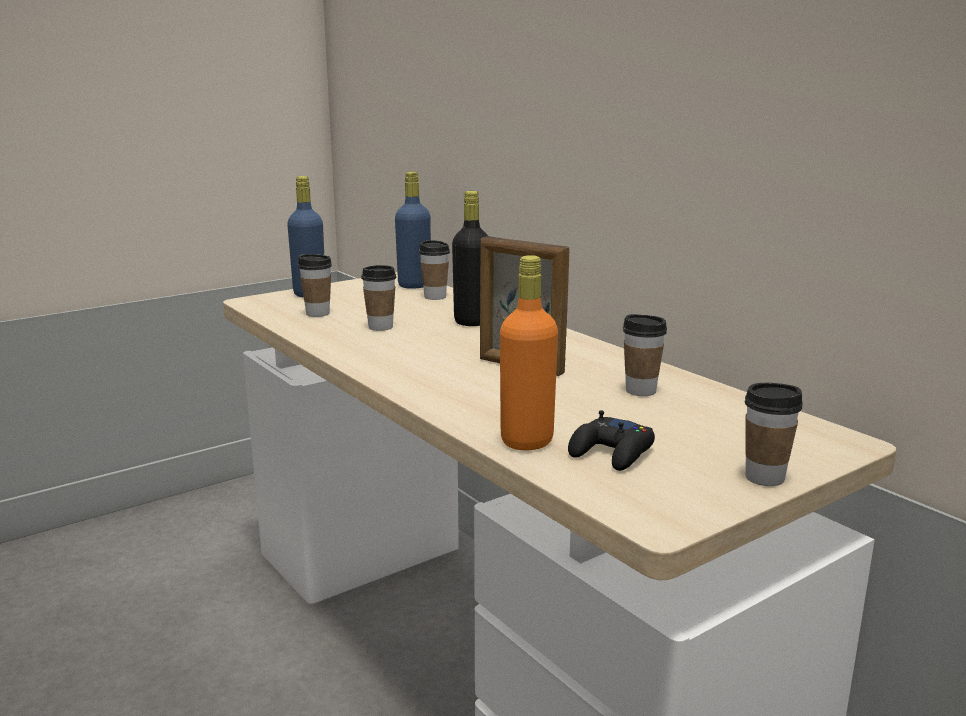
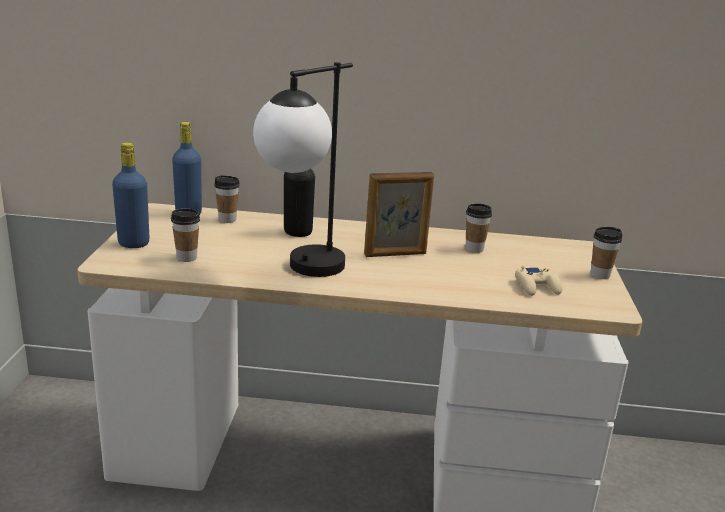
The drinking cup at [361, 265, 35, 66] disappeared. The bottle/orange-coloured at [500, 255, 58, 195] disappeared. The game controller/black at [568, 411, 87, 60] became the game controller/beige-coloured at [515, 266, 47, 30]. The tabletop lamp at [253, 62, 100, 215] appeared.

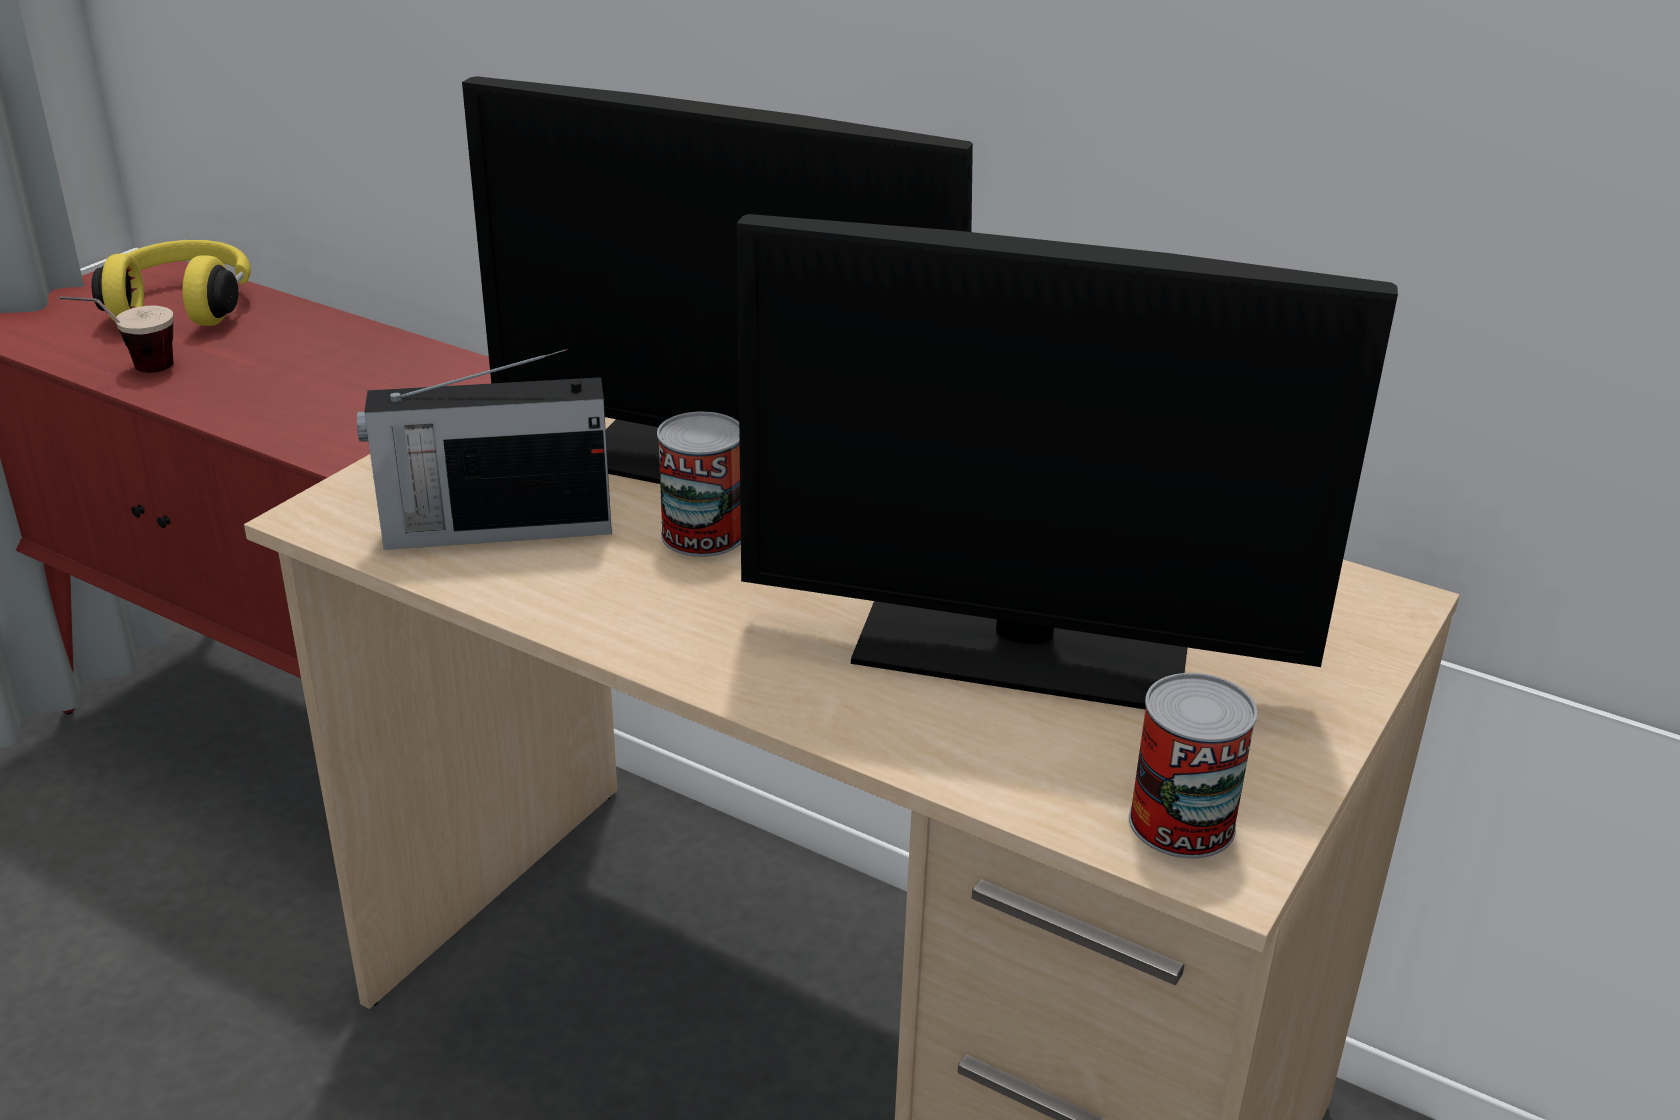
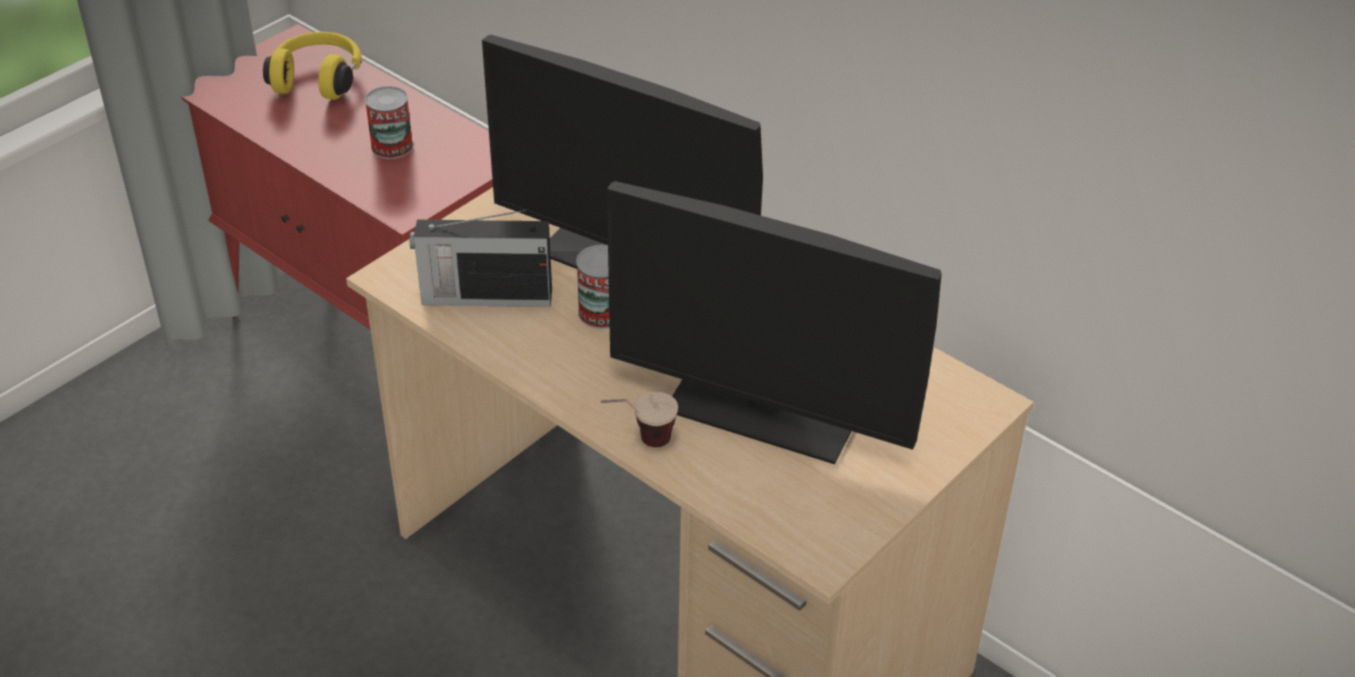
The drinking cup moved from [59, 296, 114, 77] to [600, 392, 78, 55]. The metal can moved from [1129, 673, 128, 185] to [365, 86, 48, 73].

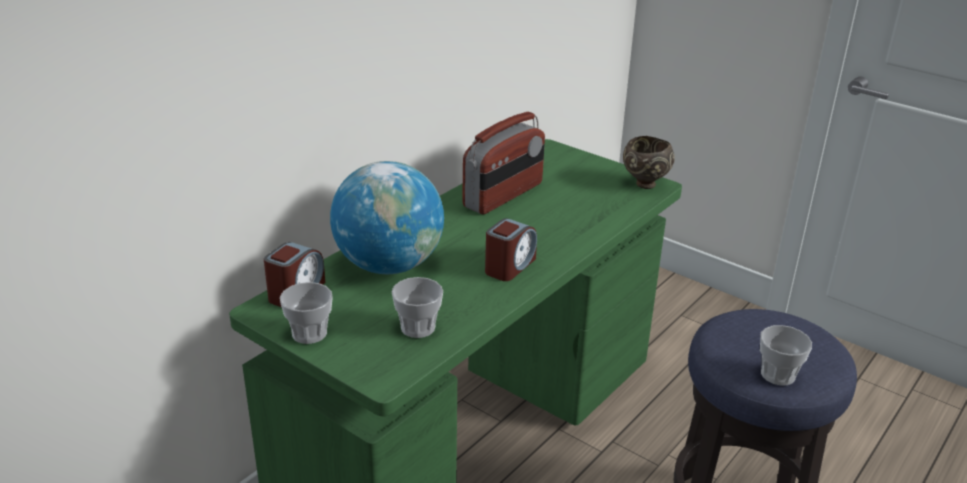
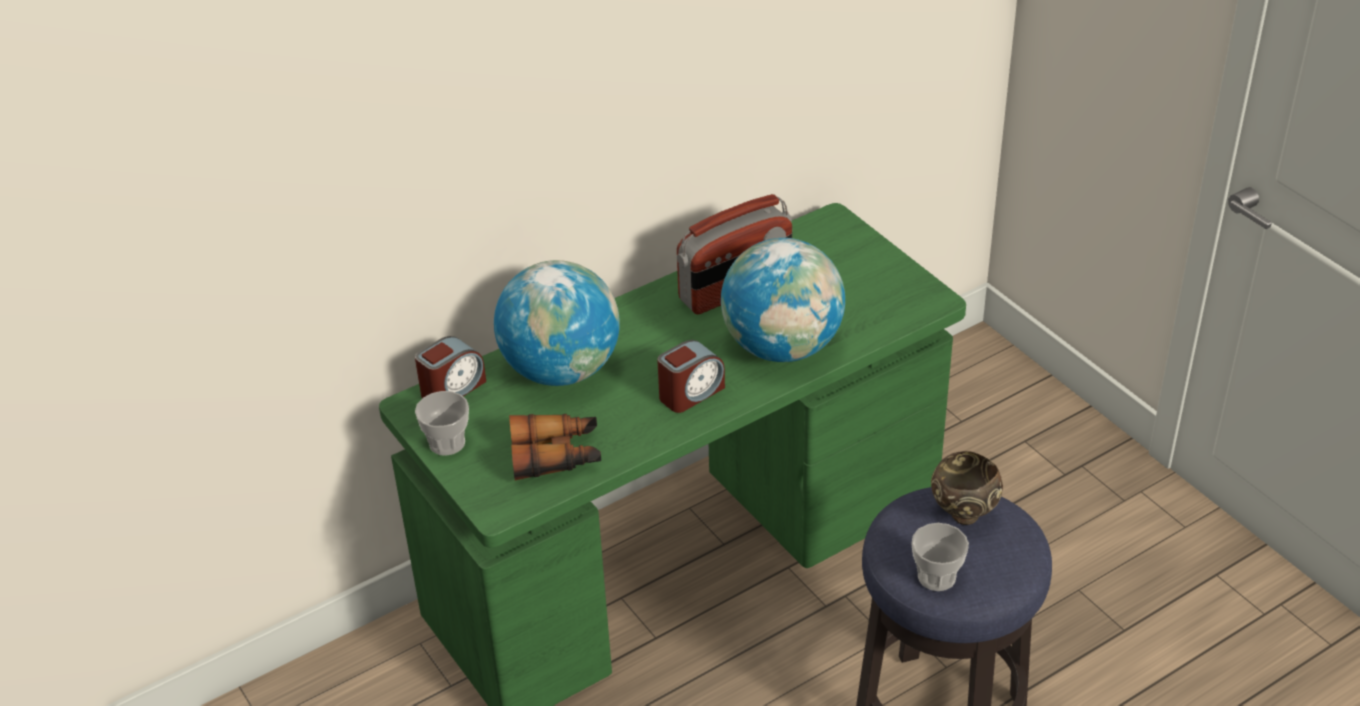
The drinking cup at [391, 277, 52, 61] was replaced by the pair of binoculars at [509, 414, 92, 66]. The serving bowl/brown moved from [623, 136, 52, 53] to [931, 451, 72, 74]. The world globe at [721, 238, 124, 124] appeared.

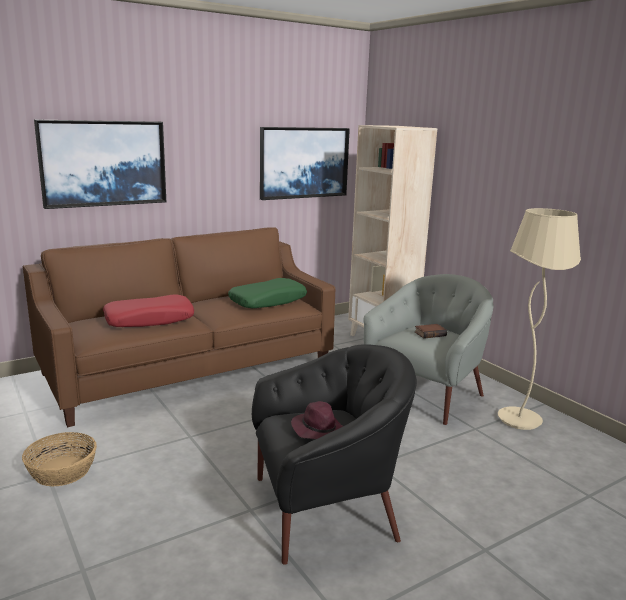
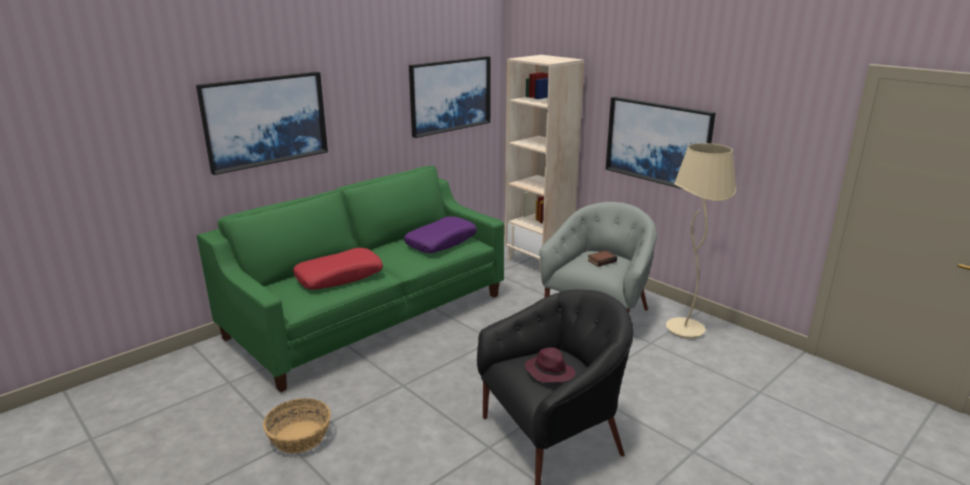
The sofa/brown at [23, 227, 312, 200] became the sofa/green at [197, 166, 307, 226]. The throw pillow/green at [228, 278, 79, 30] became the throw pillow/purple at [404, 216, 73, 37]. The picture at [606, 97, 110, 92] appeared.

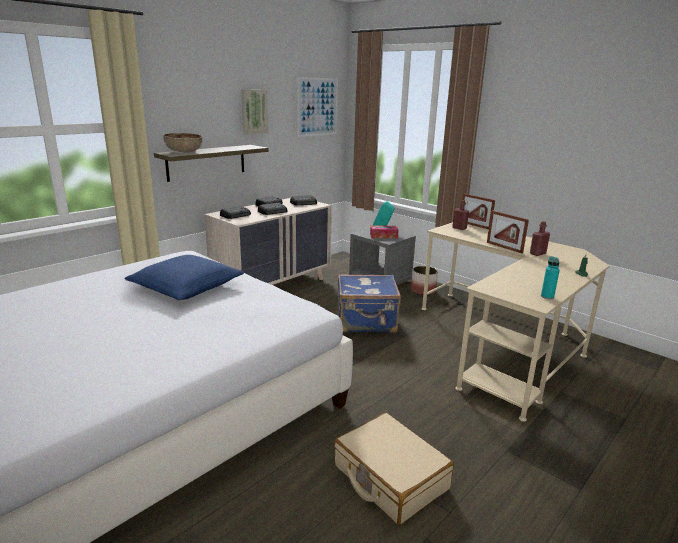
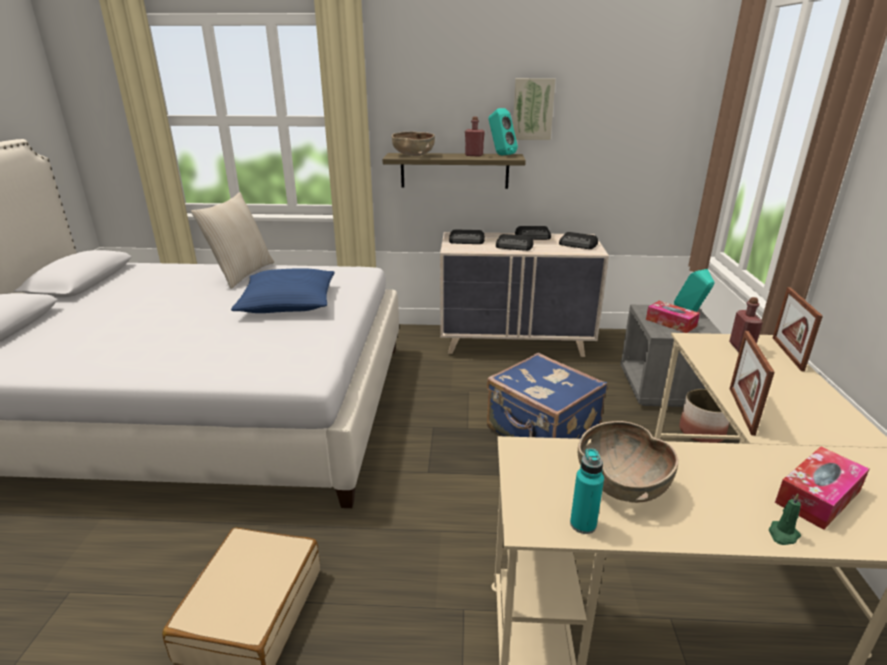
The picture at [297, 77, 41, 60] disappeared. The bottle/red-coloured moved from [530, 221, 20, 35] to [465, 117, 20, 40]. The throw pillow/beige-coloured at [191, 192, 83, 97] appeared. The audio speaker/turquoise at [489, 108, 29, 47] appeared. The serving bowl/brown at [578, 421, 100, 82] appeared. The tissue box at [775, 447, 94, 83] appeared.

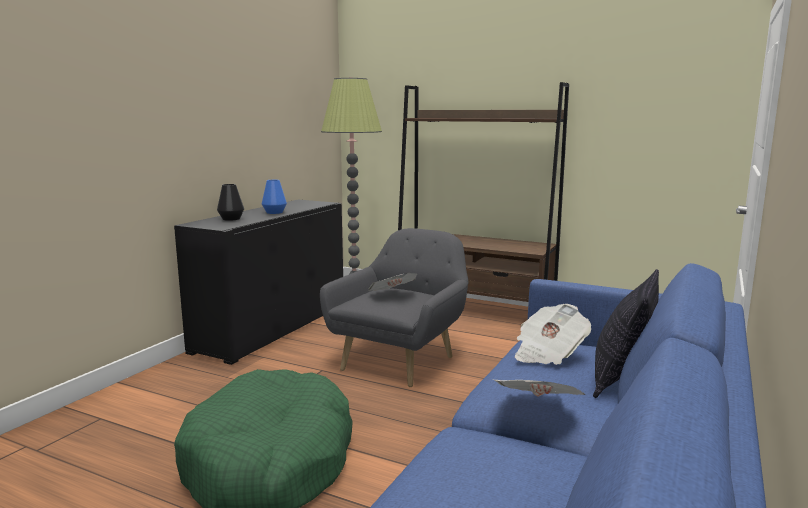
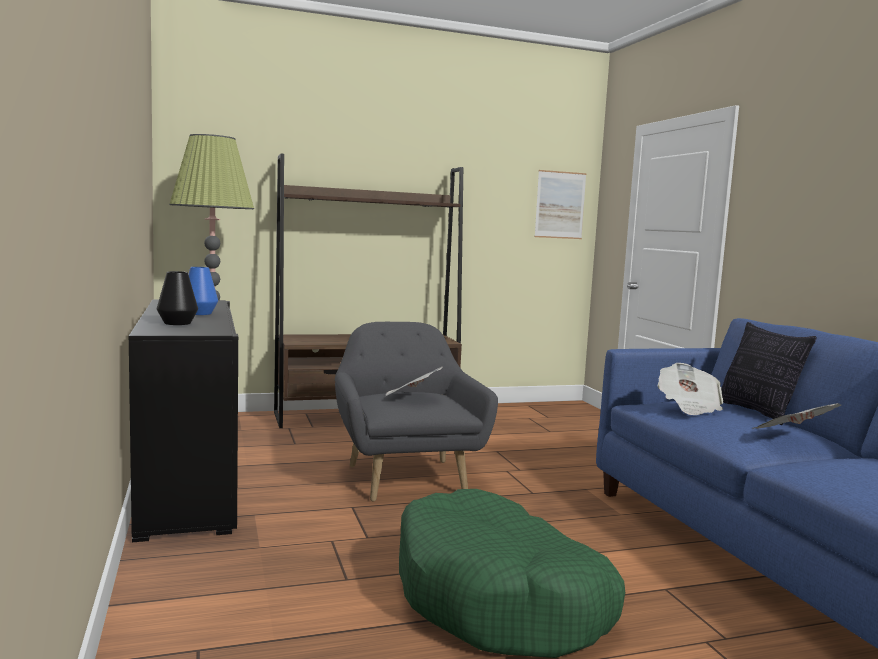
The picture at [534, 170, 53, 69] appeared.

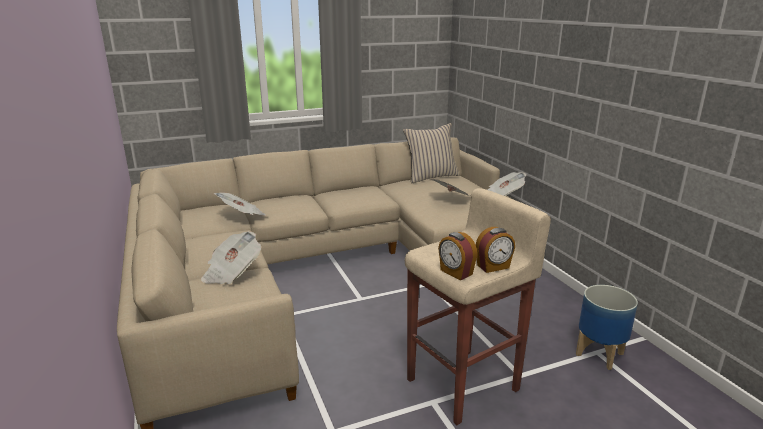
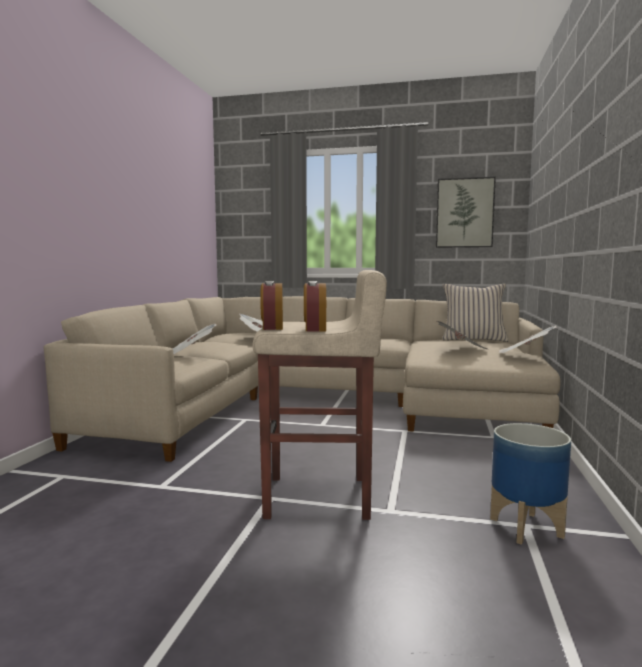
The bedside clock at [476, 227, 39, 46] turned 75 degrees clockwise. The picture at [436, 177, 60, 71] appeared.

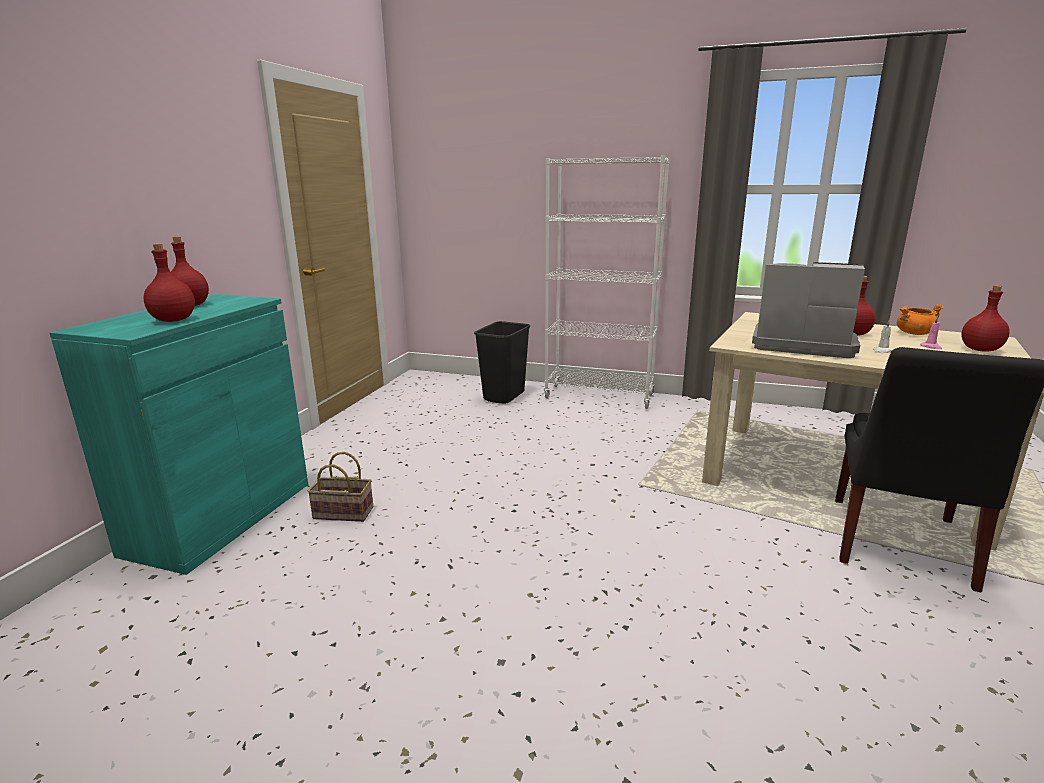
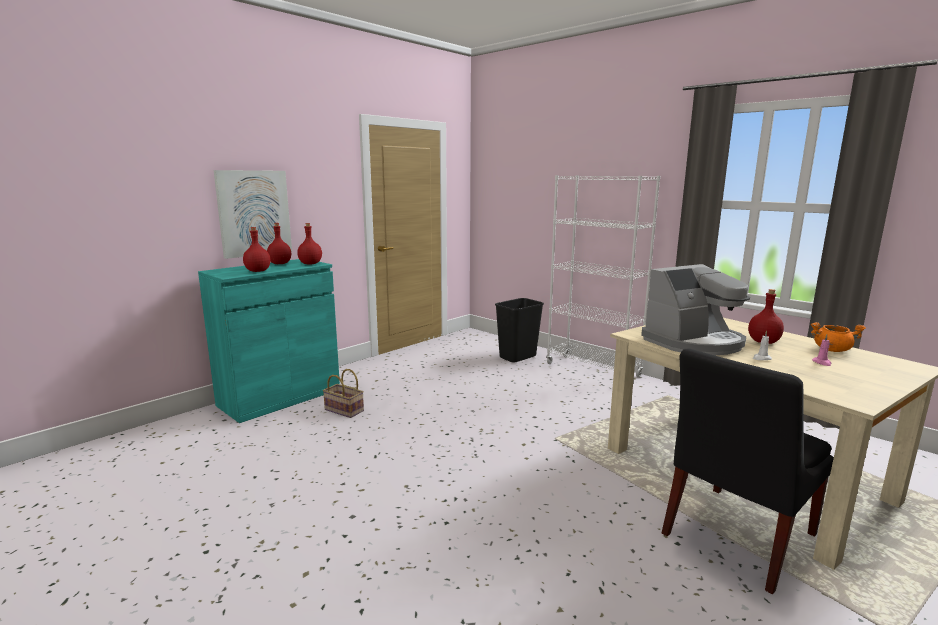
The coffee maker at [752, 262, 113, 96] turned 105 degrees clockwise. The bottle/red-coloured moved from [961, 285, 49, 67] to [297, 223, 25, 41]. The picture at [214, 170, 78, 89] appeared.

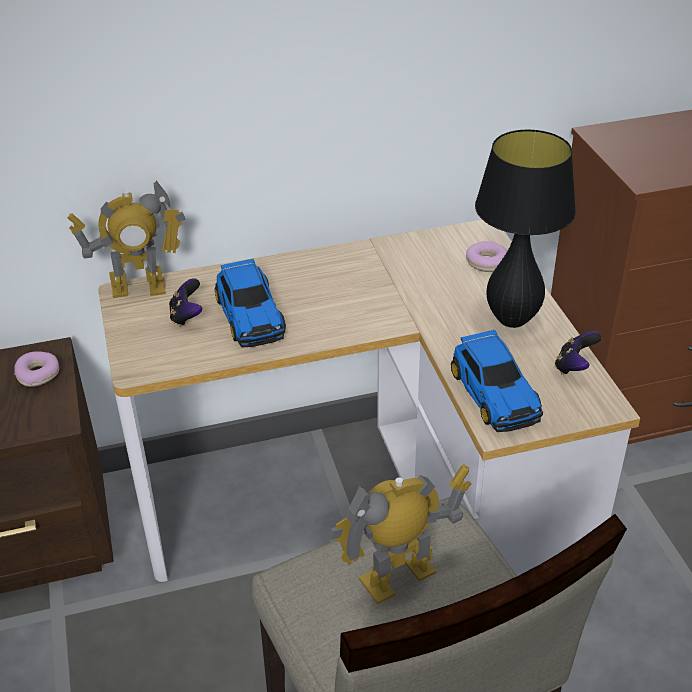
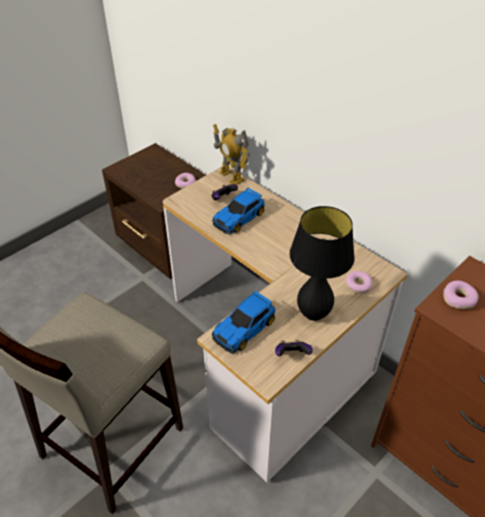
The model robot at [329, 464, 142, 140] disappeared. The ring doughnut at [443, 281, 35, 28] appeared.

